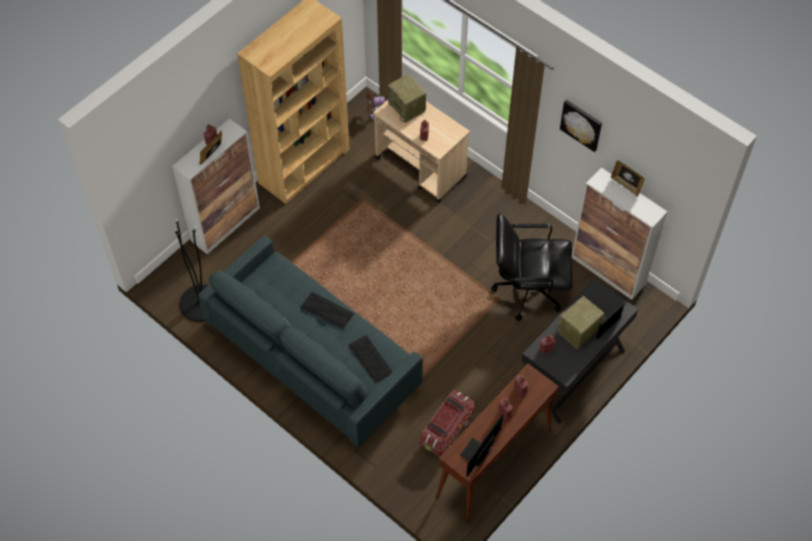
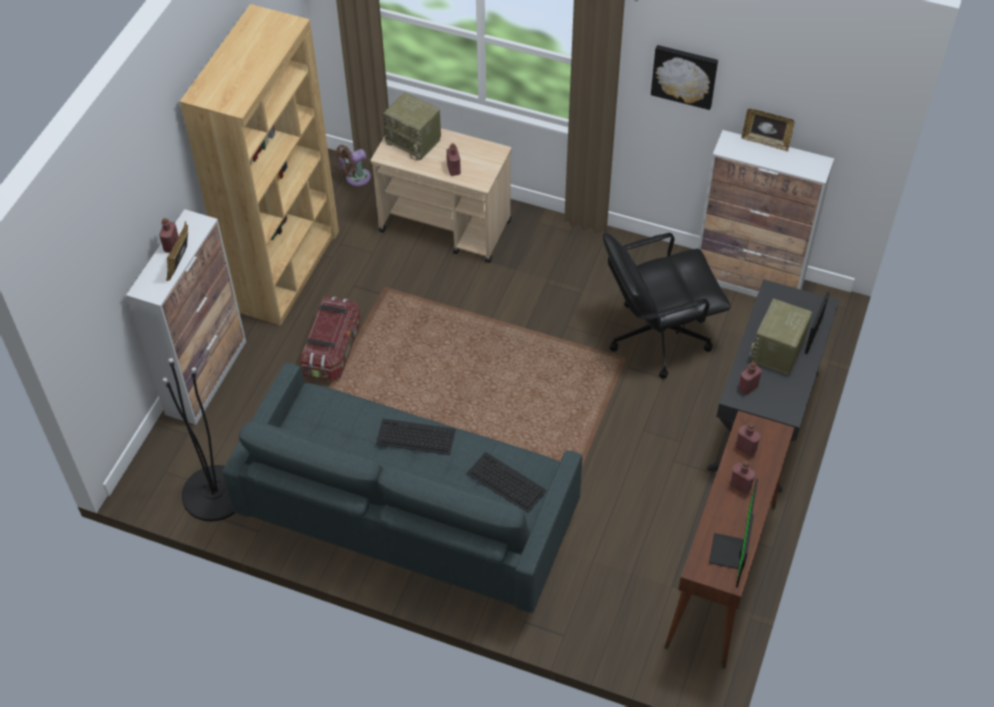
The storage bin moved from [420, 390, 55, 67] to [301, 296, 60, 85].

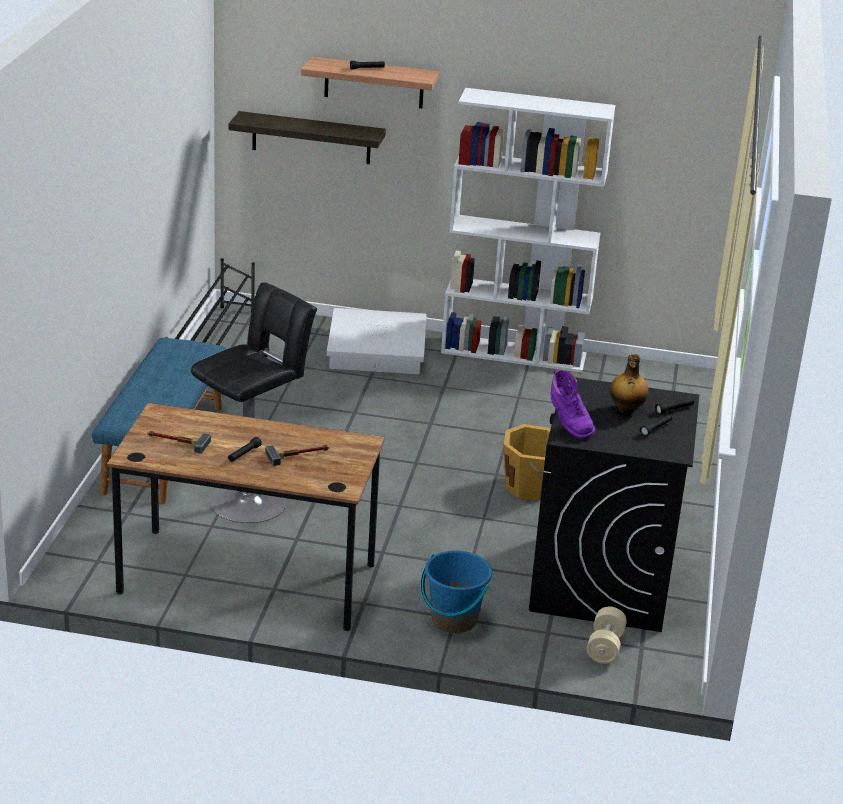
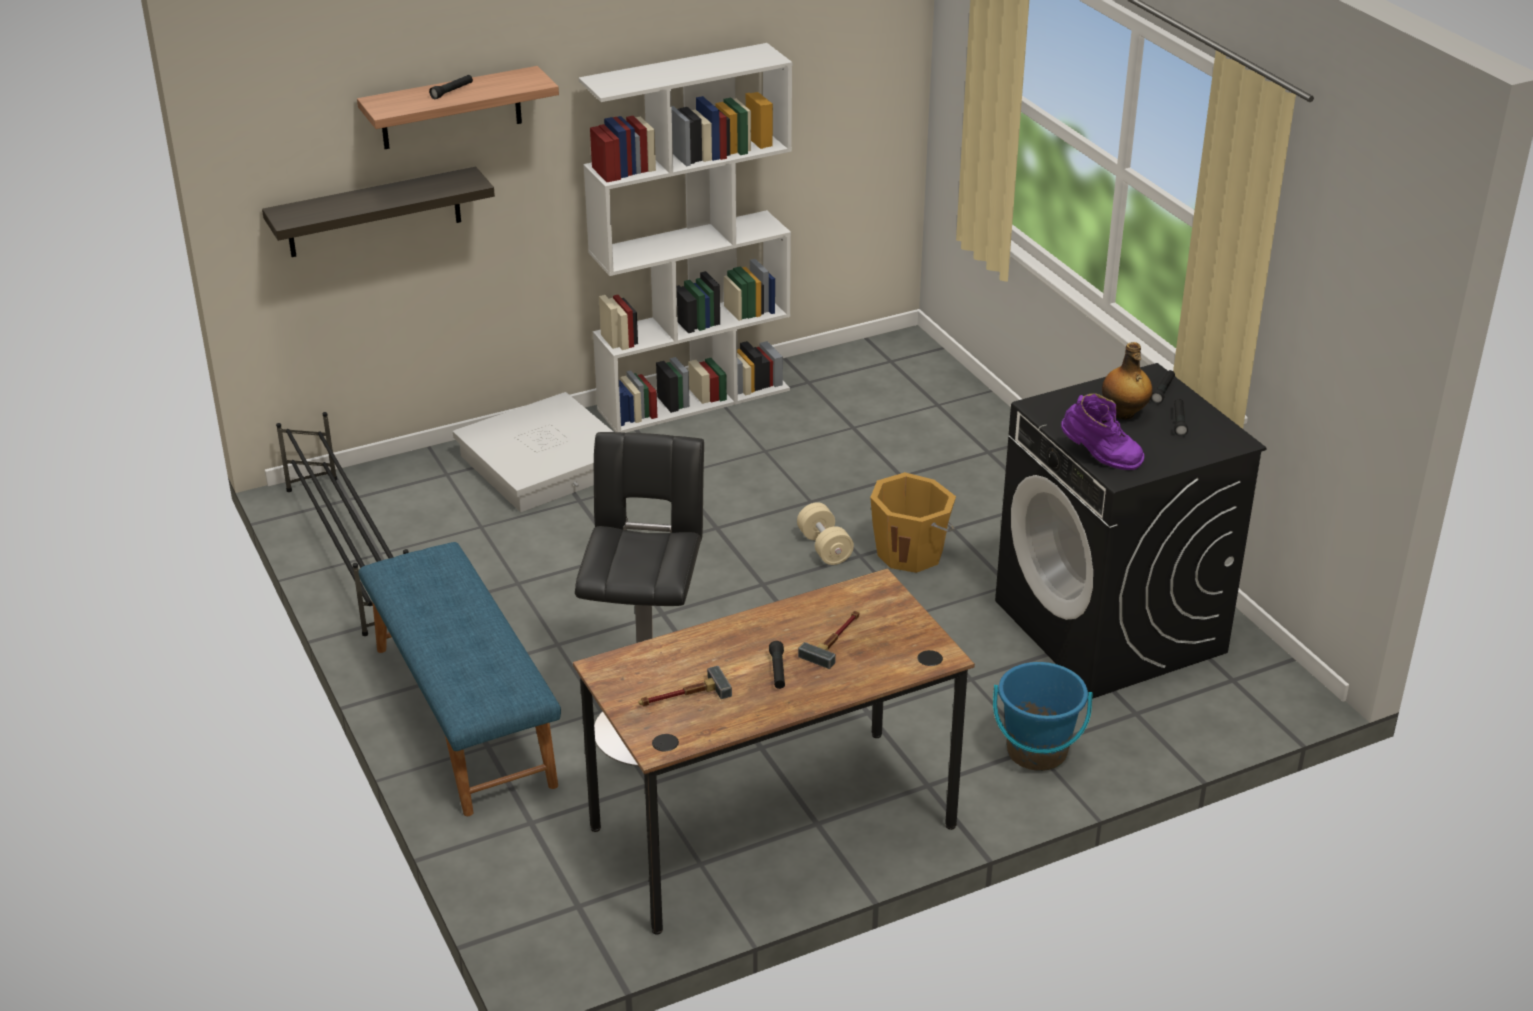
The dumbbell/beige-coloured moved from [587, 606, 40, 58] to [797, 502, 57, 63].

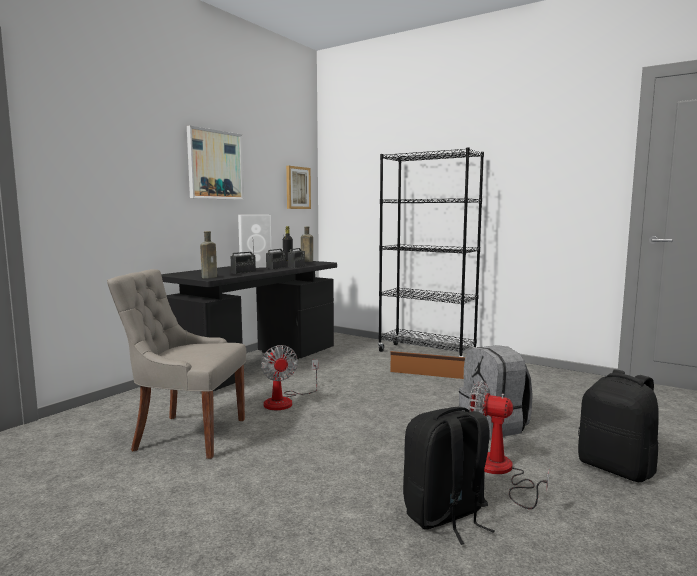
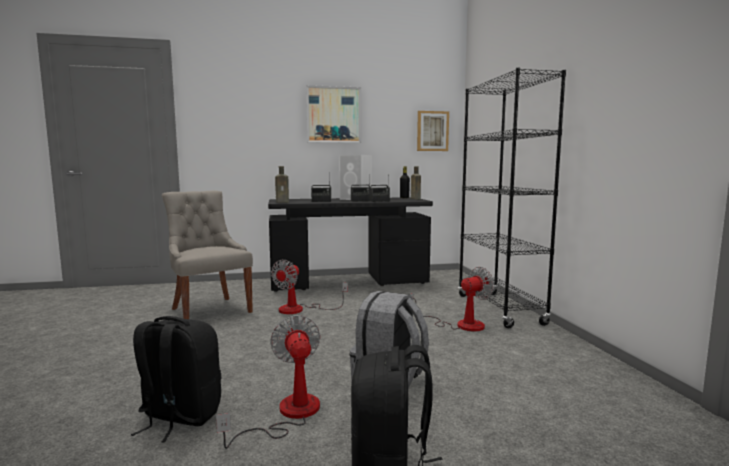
The storage bin/brown at [390, 351, 75, 28] was replaced by the electric fan at [410, 267, 84, 64].

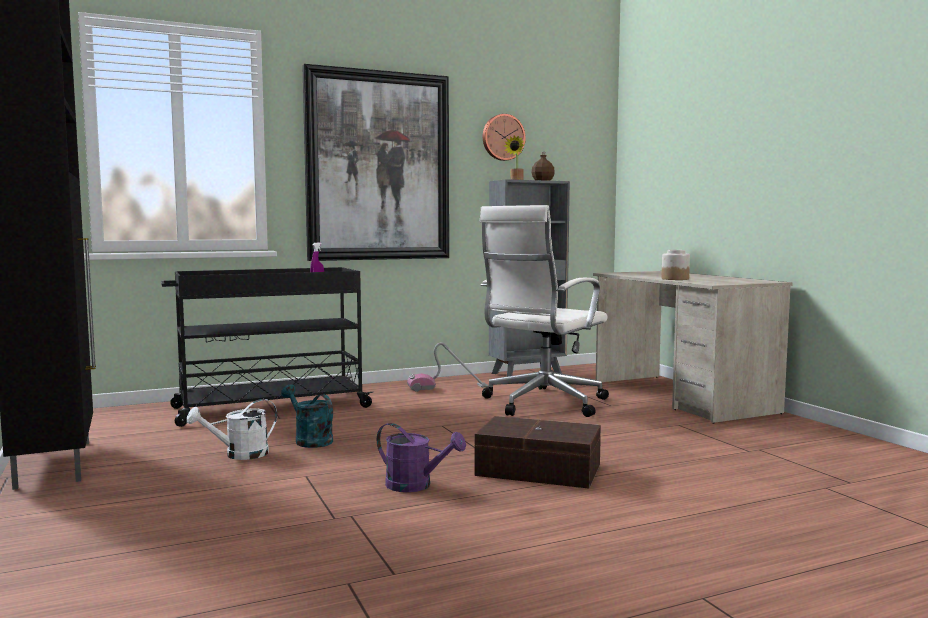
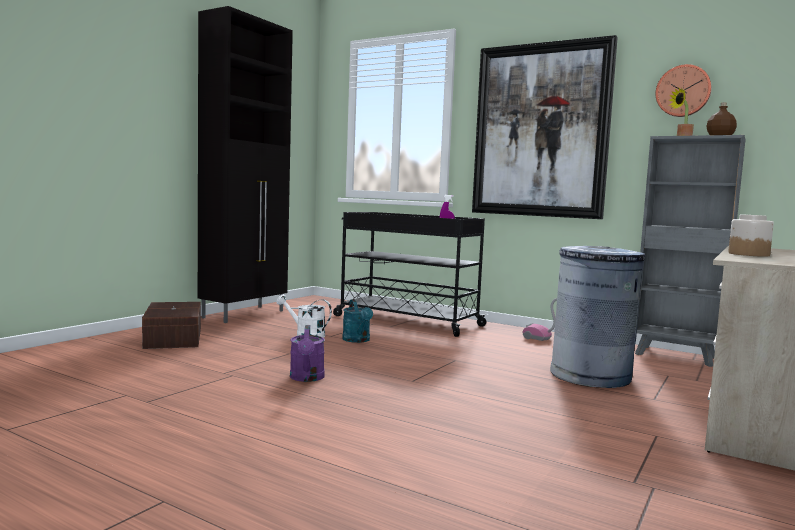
The watering can/turquoise at [281, 384, 52, 64] turned 150 degrees clockwise. The storage bin/brown moved from [475, 416, 126, 72] to [142, 302, 59, 47]. The office chair/white at [480, 205, 129, 212] was replaced by the rubbish bin/gray at [550, 246, 95, 142].

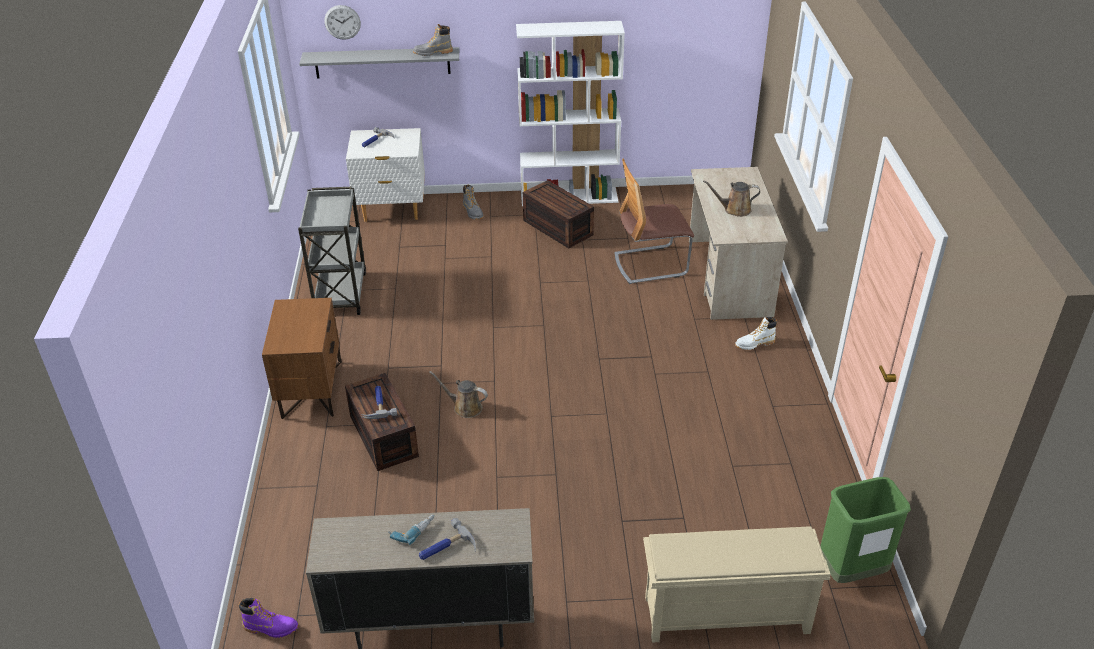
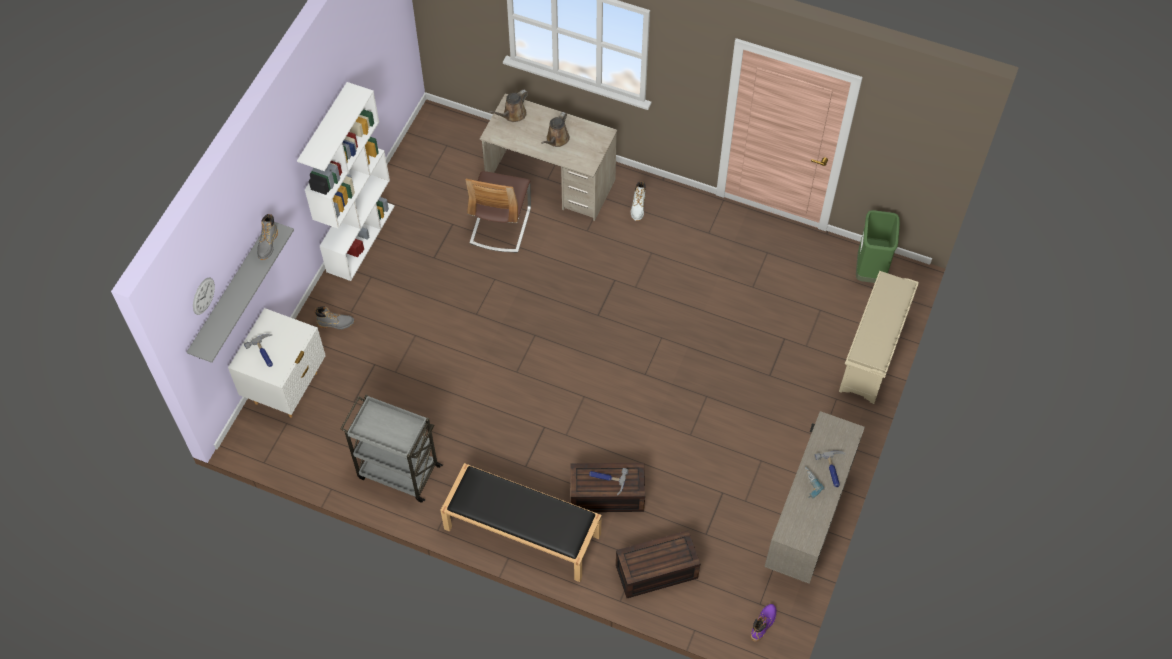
The bedside table/brown at [262, 298, 80, 121] was replaced by the bench/black at [440, 463, 162, 119]. The watering can/brown moved from [429, 371, 59, 47] to [488, 90, 40, 32]. The storage bin/brown moved from [523, 180, 71, 68] to [616, 530, 84, 68].

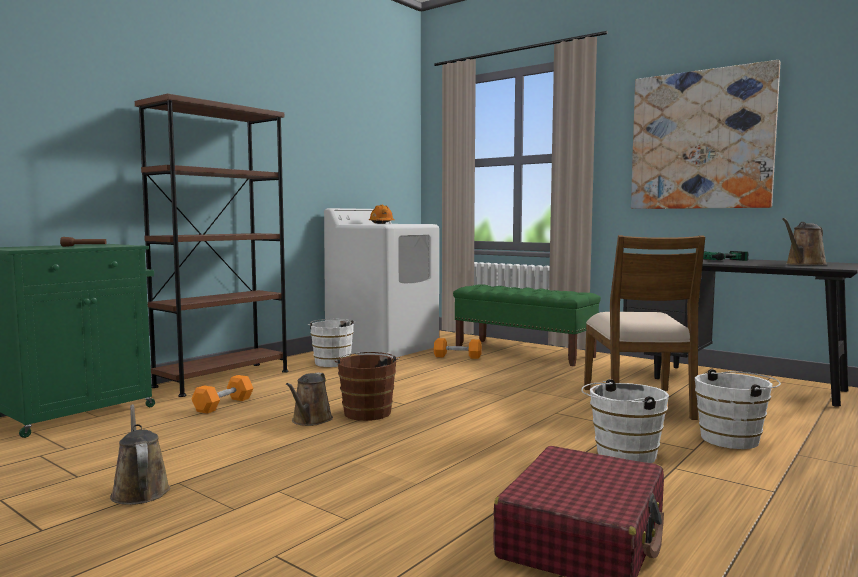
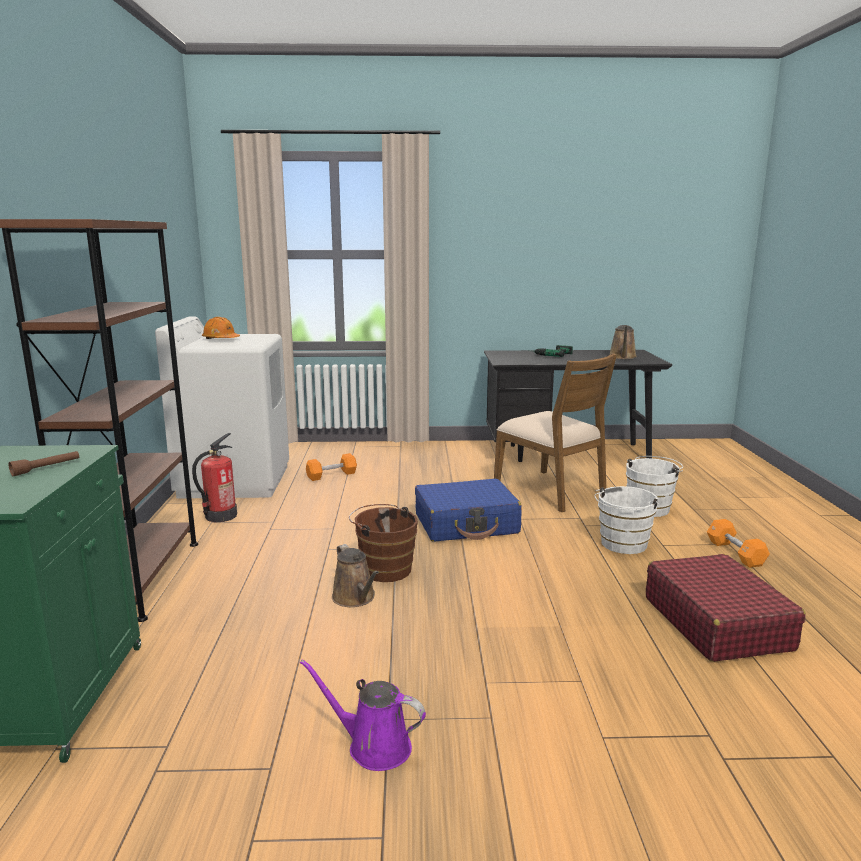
The watering can/brown at [110, 404, 60, 101] became the watering can/purple at [300, 659, 126, 112]. The dumbbell/orange-coloured moved from [192, 375, 62, 39] to [707, 519, 63, 49]. The water bucket/white at [308, 319, 48, 48] was replaced by the fire extinguisher at [192, 433, 45, 89]. The bench/green at [453, 284, 148, 82] disappeared. The picture at [631, 60, 149, 149] disappeared. The suitcase/blue-coloured at [415, 479, 107, 63] appeared.

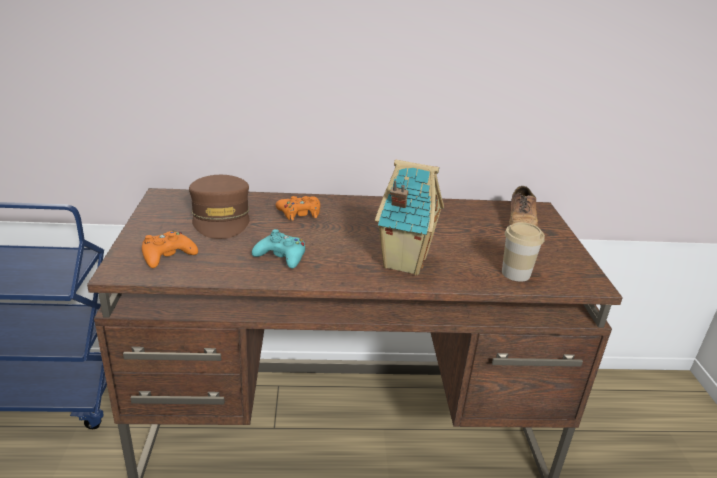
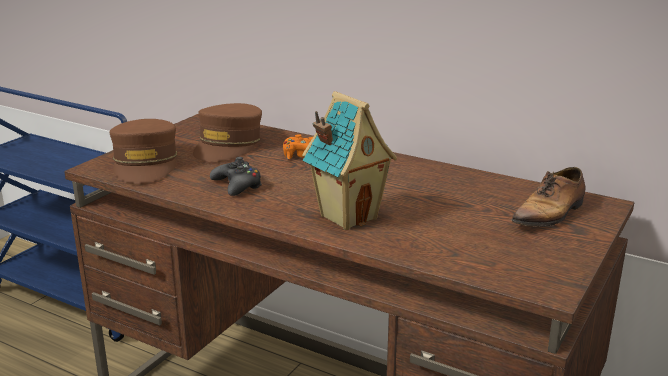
The game controller/orange-coloured at [142, 230, 56, 38] was replaced by the baseball cap/brown at [110, 119, 67, 64]. The game controller/turquoise at [252, 229, 53, 40] became the game controller/black at [210, 157, 52, 39]. The drinking cup at [502, 222, 43, 60] disappeared.

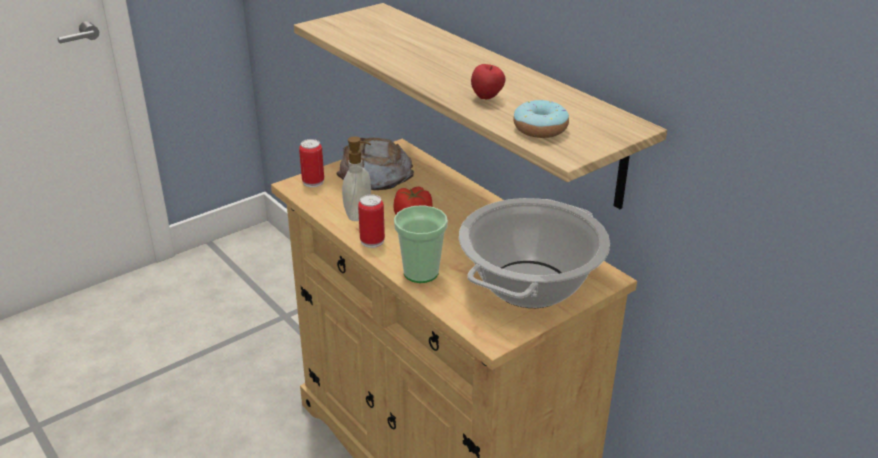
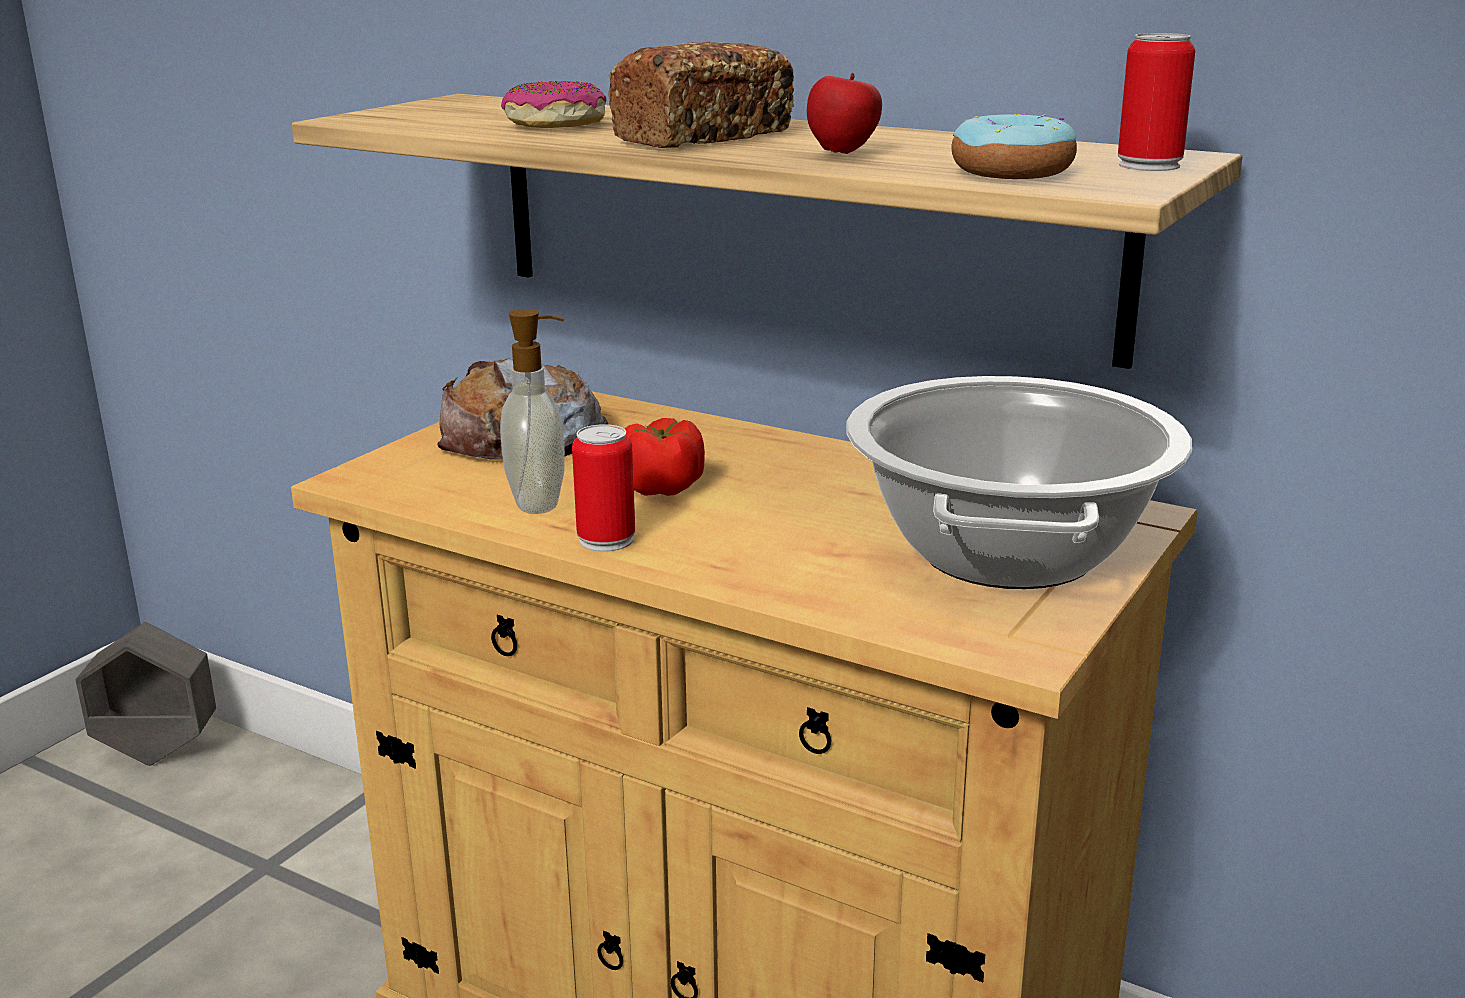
The metal can moved from [299, 139, 25, 48] to [1118, 33, 77, 138]. The drinking cup at [394, 205, 54, 78] disappeared. The plant pot/gray at [76, 622, 140, 144] appeared. The ring doughnut at [501, 81, 105, 47] appeared. The baked bread at [608, 42, 186, 106] appeared.

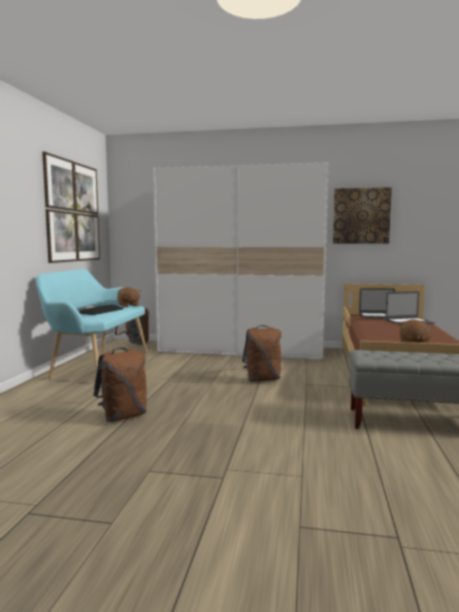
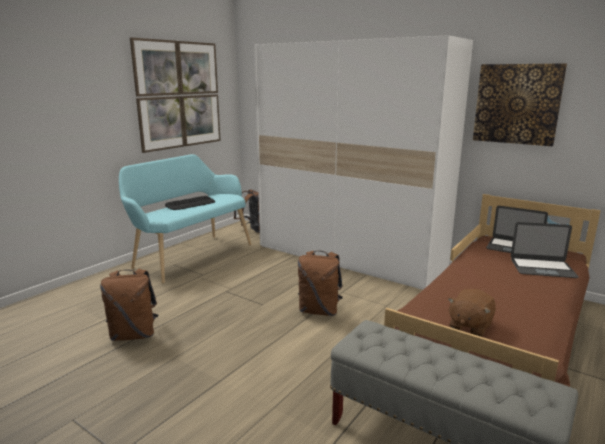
The plush toy/brown at [117, 287, 24, 20] disappeared.

